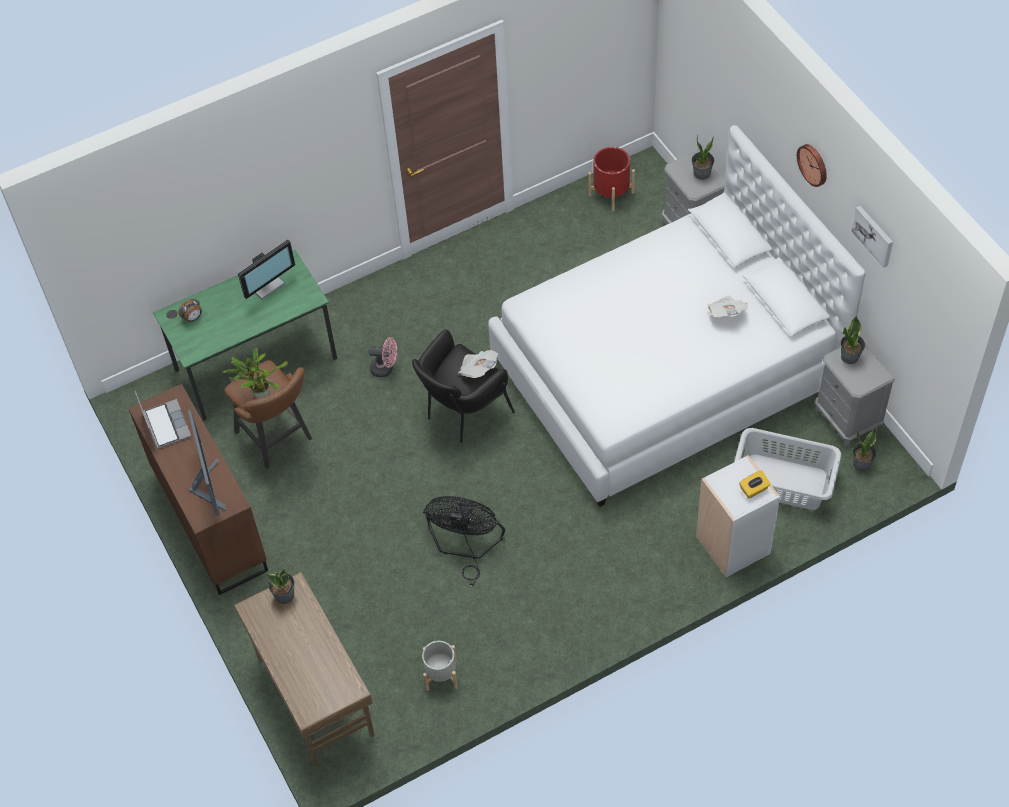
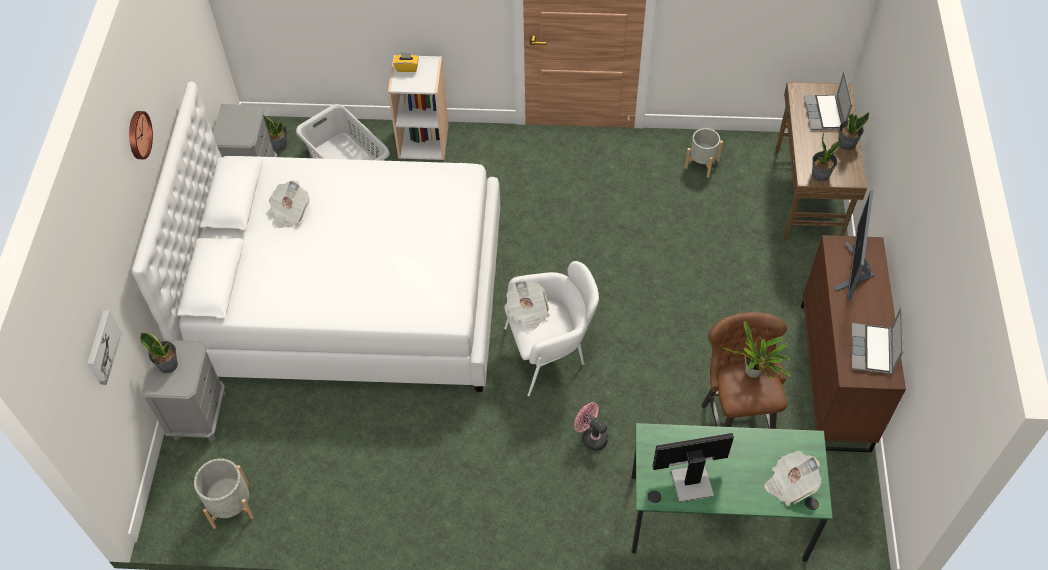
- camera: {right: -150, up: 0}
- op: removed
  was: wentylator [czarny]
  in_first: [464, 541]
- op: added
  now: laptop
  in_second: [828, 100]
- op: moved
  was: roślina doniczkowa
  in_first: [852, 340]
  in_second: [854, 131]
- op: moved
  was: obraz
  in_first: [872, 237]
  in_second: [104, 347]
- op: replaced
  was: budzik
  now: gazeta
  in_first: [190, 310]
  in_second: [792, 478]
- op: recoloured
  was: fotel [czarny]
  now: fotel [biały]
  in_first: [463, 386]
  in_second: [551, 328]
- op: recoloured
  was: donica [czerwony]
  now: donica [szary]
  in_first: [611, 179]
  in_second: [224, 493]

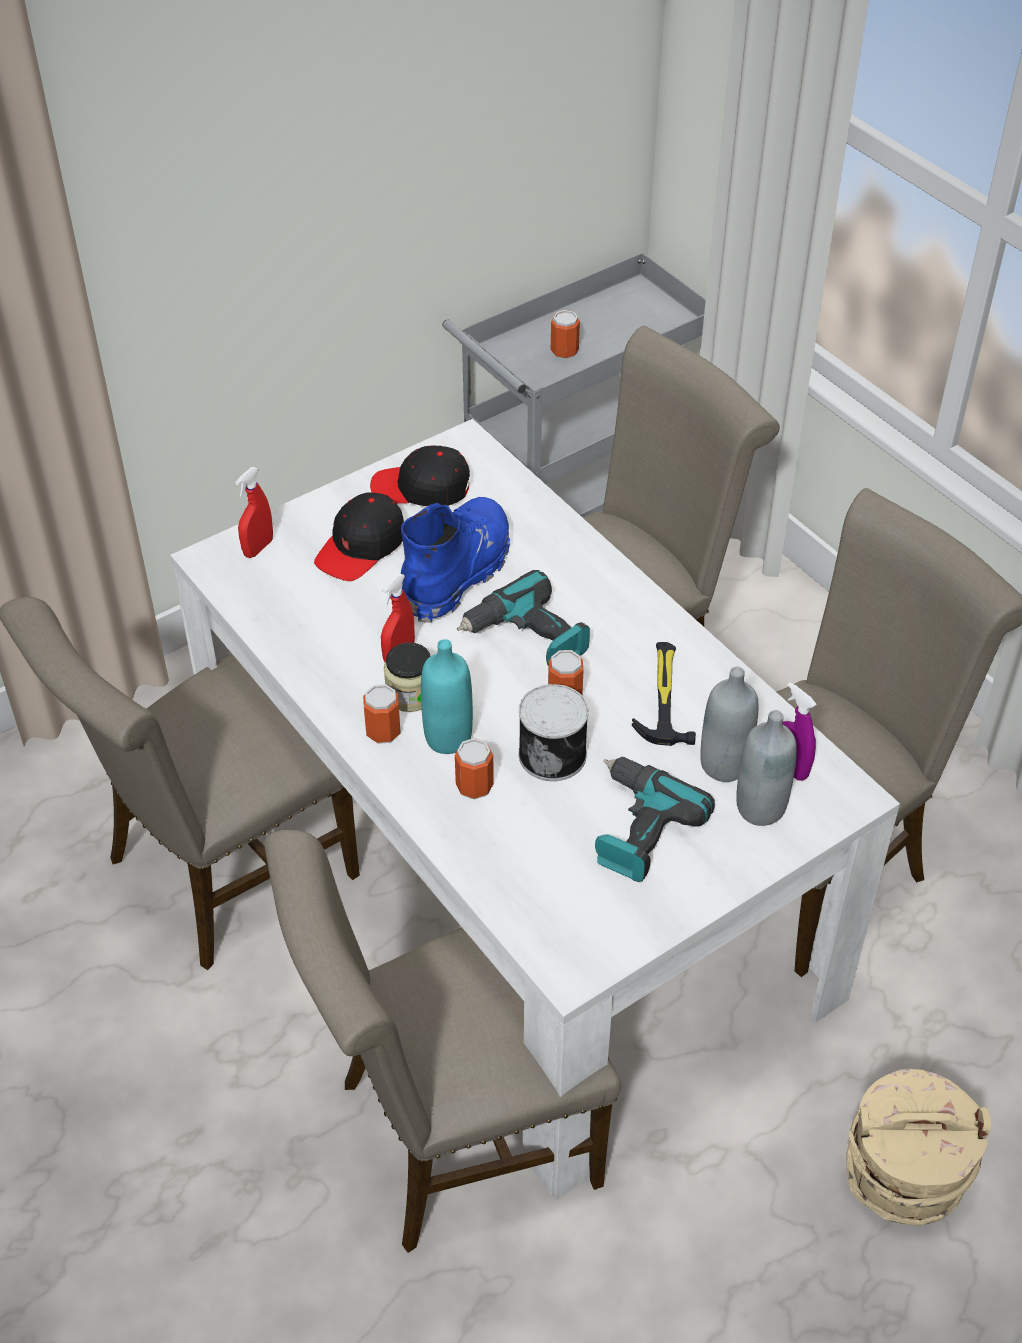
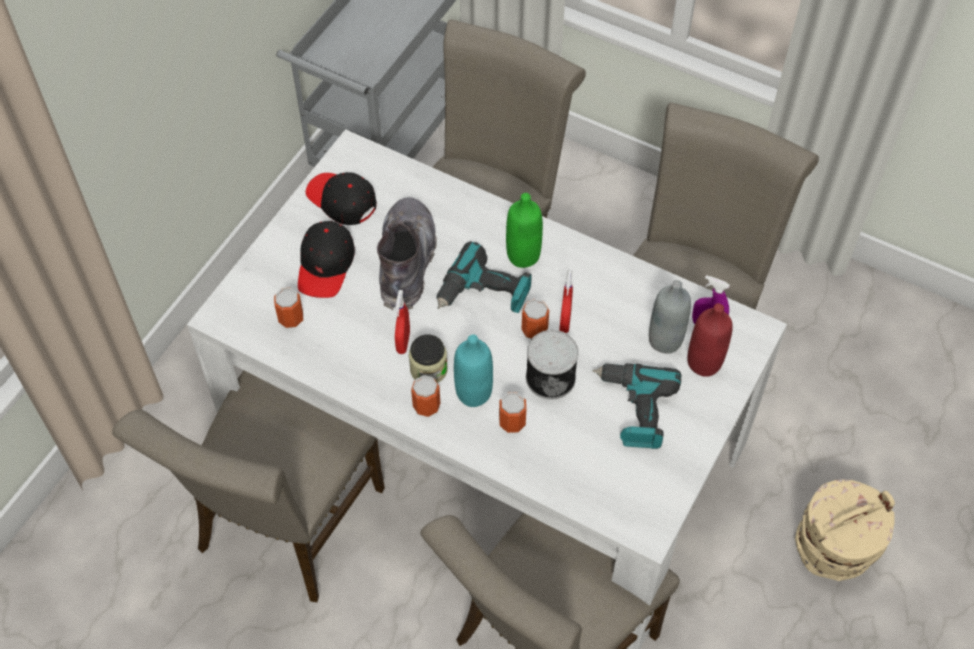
- camera: {right: -25, up: 10}
- op: removed
  was: młotek
  in_first: [664, 694]
- op: added
  now: butelka [zielony]
  in_second: [524, 230]
- op: moved
  was: spryskiwacz [czerwony]
  in_first: [254, 512]
  in_second: [566, 301]
- op: moved
  was: puszka
  in_first: [565, 334]
  in_second: [288, 307]
- op: recoloured
  was: but z cholewką [niebieski]
  now: but z cholewką [szary]
  in_first: [455, 560]
  in_second: [407, 253]
- op: recoloured
  was: butelka [szary]
  now: butelka [czerwony]
  in_first: [766, 768]
  in_second: [710, 340]
- op: turned
  was: czapka z daszkiem [czarny]
  in_first: [420, 475]
  in_second: [341, 198]
  clockwise: 60

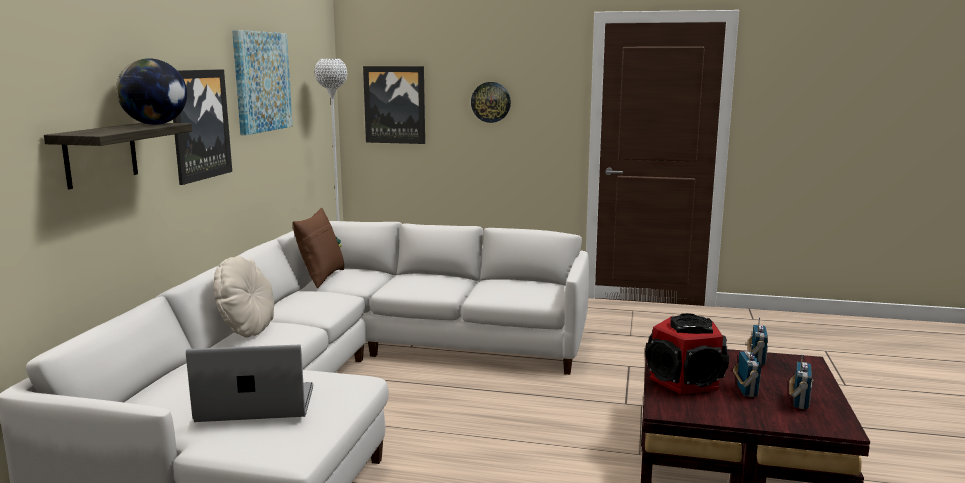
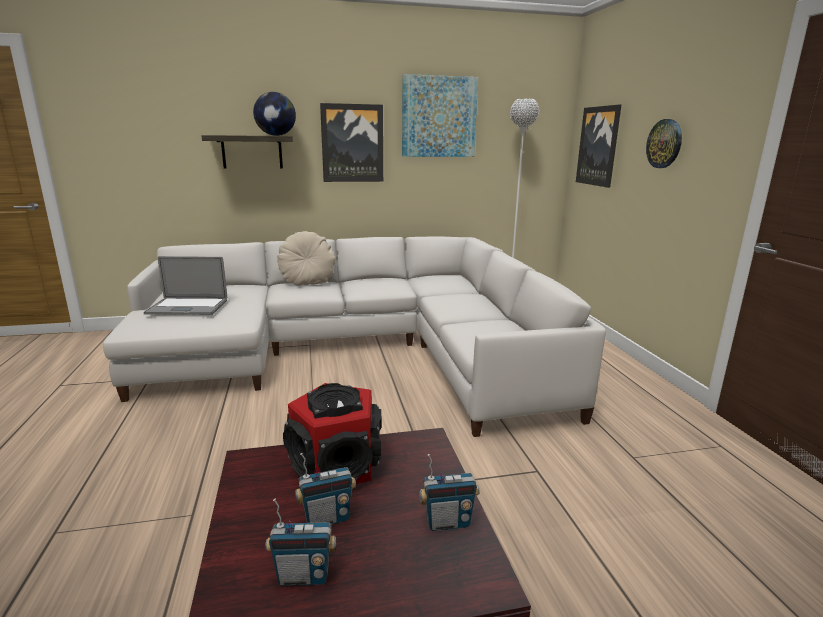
- camera: {right: 65, up: 5}
- op: removed
  was: poduszka [brązowy]
  in_first: [318, 248]
- op: turned
  was: laptop
  in_first: [249, 383]
  in_second: [185, 285]
  clockwise: 120

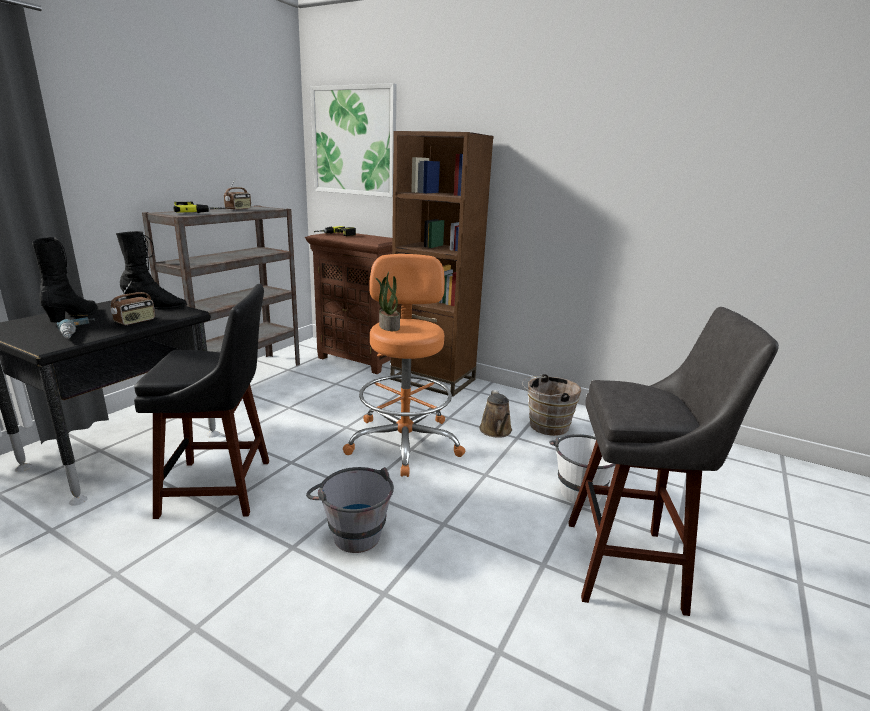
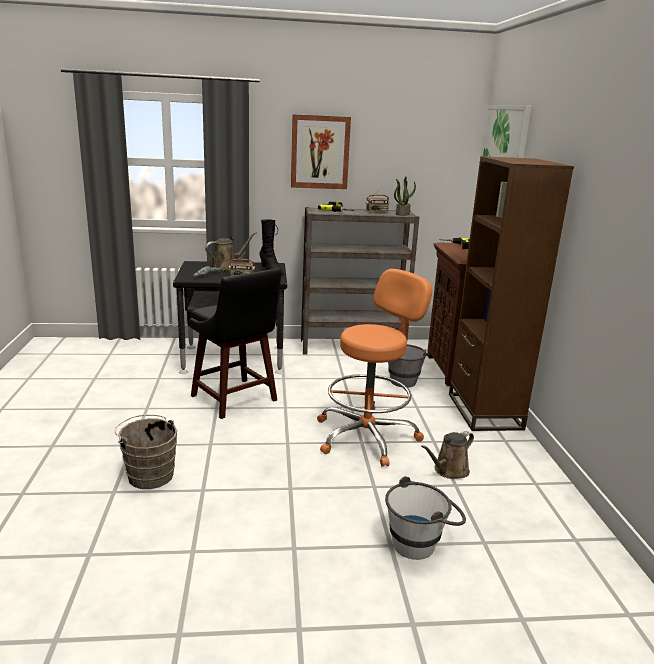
- camera: {right: 55, up: 0}
- op: removed
  was: stołek [szary]
  in_first: [673, 461]
- op: added
  now: obraz
  in_second: [321, 151]
- op: moved
  was: wiadro [szary]
  in_first: [350, 510]
  in_second: [409, 366]
- op: moved
  was: roślina doniczkowa
  in_first: [387, 301]
  in_second: [405, 196]
- op: moved
  was: wiadro [brązowy]
  in_first: [551, 405]
  in_second: [146, 452]
- op: replaced
  was: but z cholewką [czarny]
  now: konewka [brązowy]
  in_first: [64, 279]
  in_second: [231, 251]

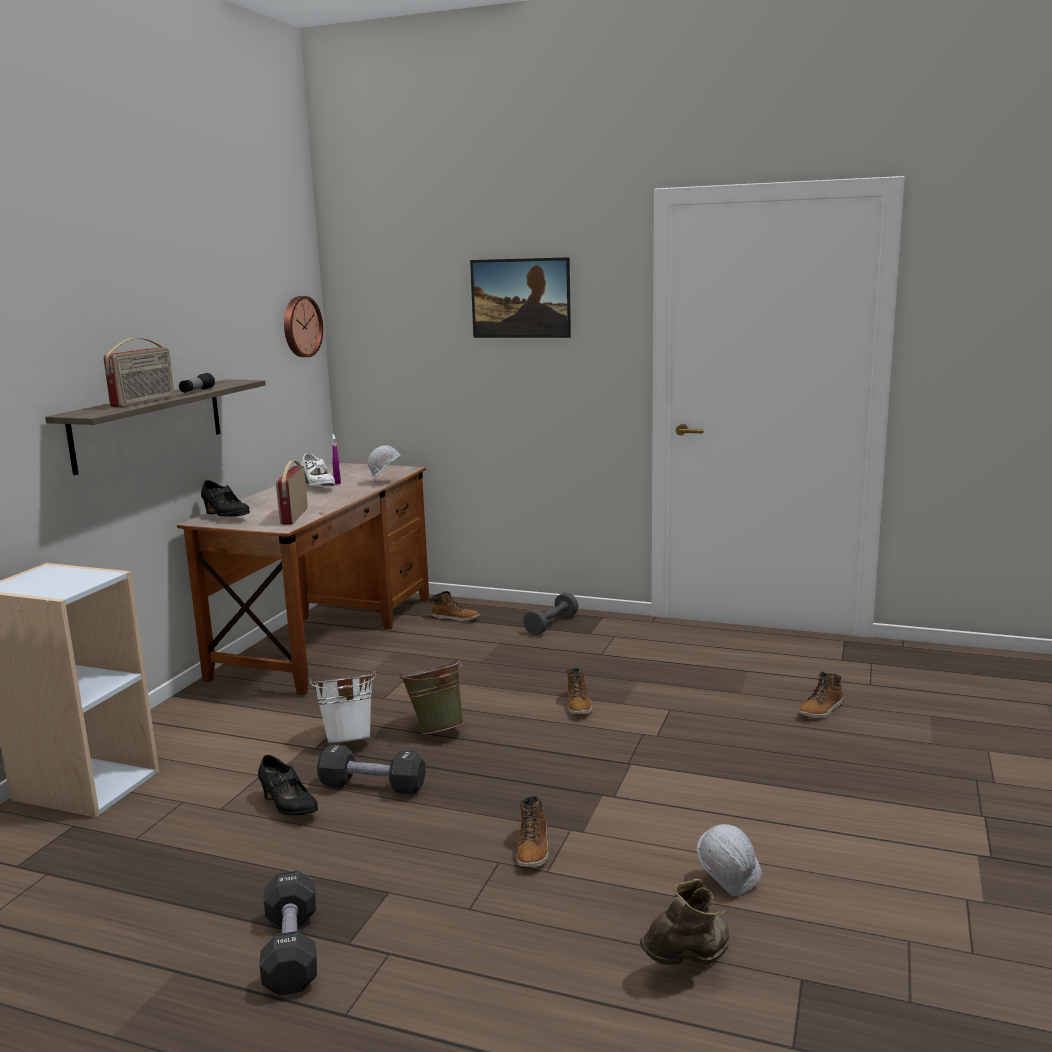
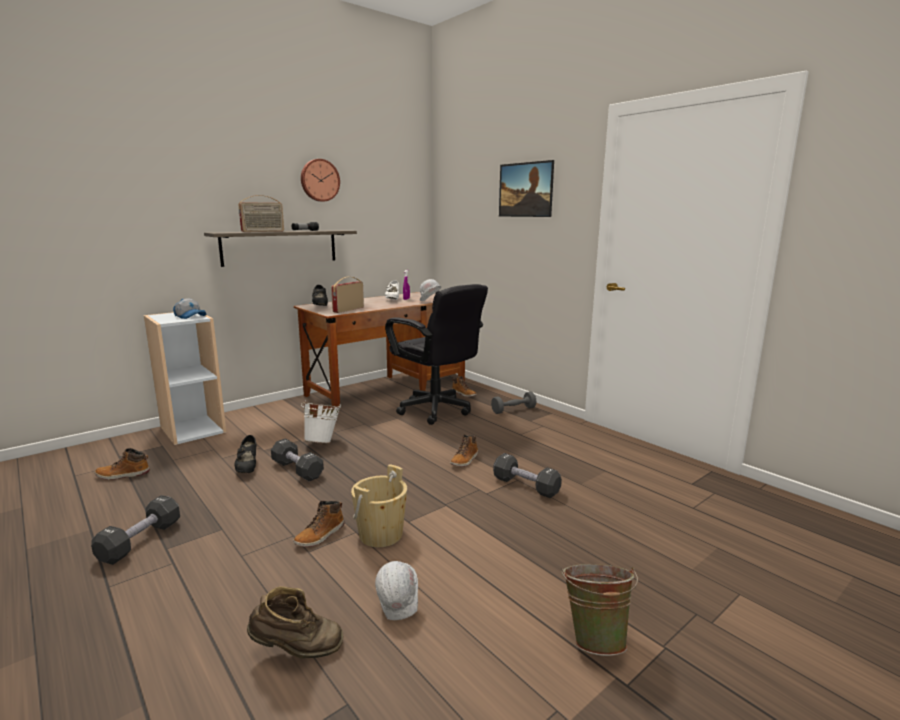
- camera: {right: 30, up: 0}
- op: added
  now: czapka z daszkiem
  in_second: [190, 308]
- op: added
  now: wiadro [beżowy]
  in_second: [379, 505]
- op: added
  now: krzesło biurowe [czarny]
  in_second: [436, 354]
- op: added
  now: hantel [czarny]
  in_second: [527, 475]
- op: moved
  was: zegar ścienny
  in_first: [303, 326]
  in_second: [320, 180]
- op: moved
  was: wiadro [zielony]
  in_first: [431, 696]
  in_second: [599, 610]
- op: moved
  was: but z cholewką
  in_first: [820, 695]
  in_second: [122, 464]

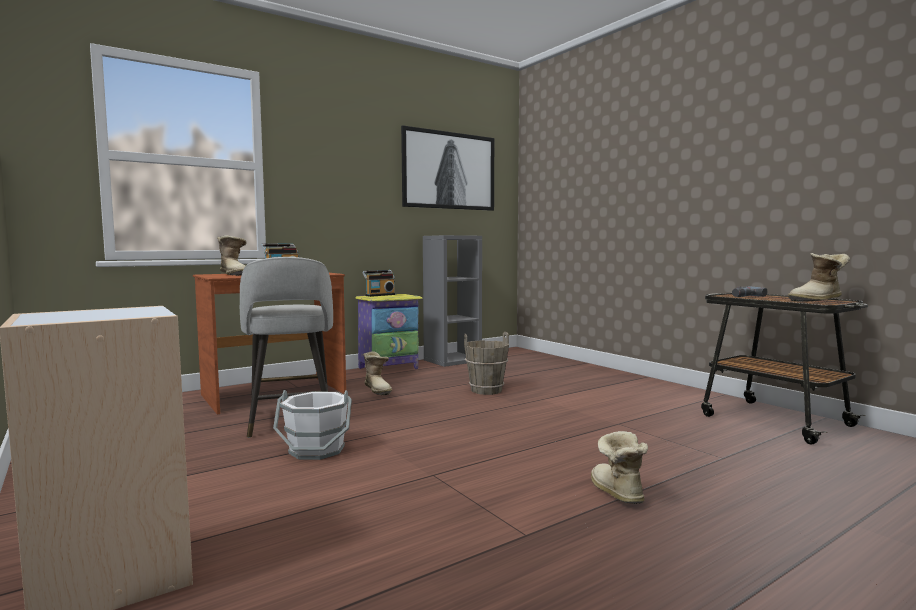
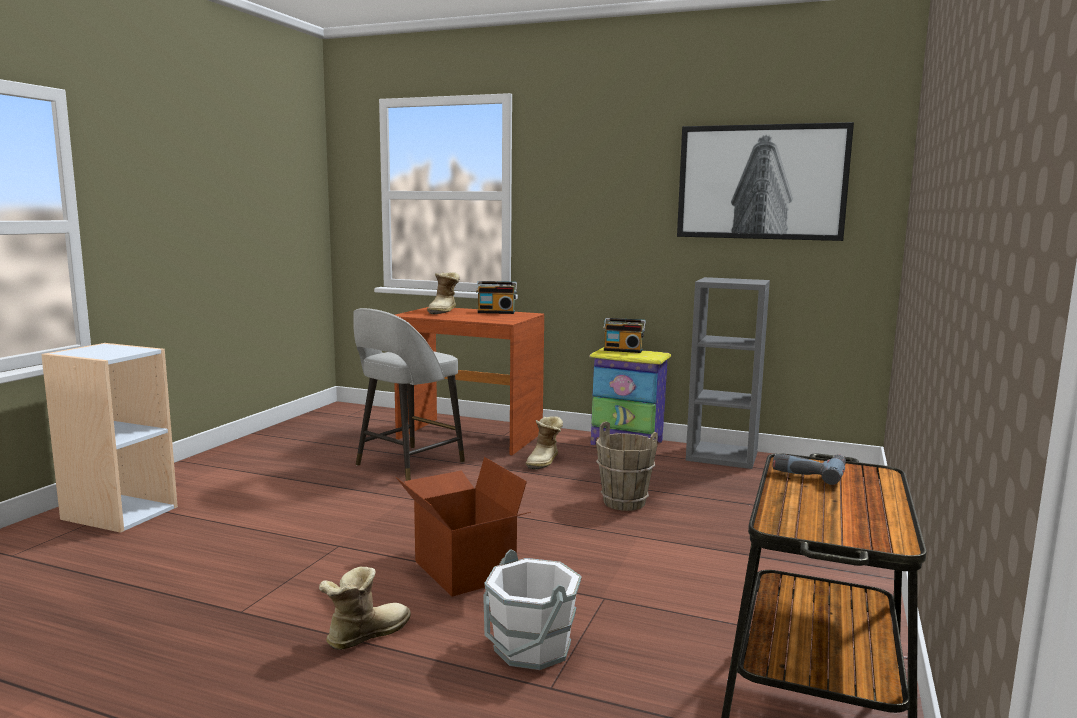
- camera: {right: 55, up: 5}
- op: removed
  was: but z cholewką
  in_first: [819, 277]
- op: added
  now: karton
  in_second: [463, 527]
- op: moved
  was: wiadro [biały]
  in_first: [312, 425]
  in_second: [532, 609]

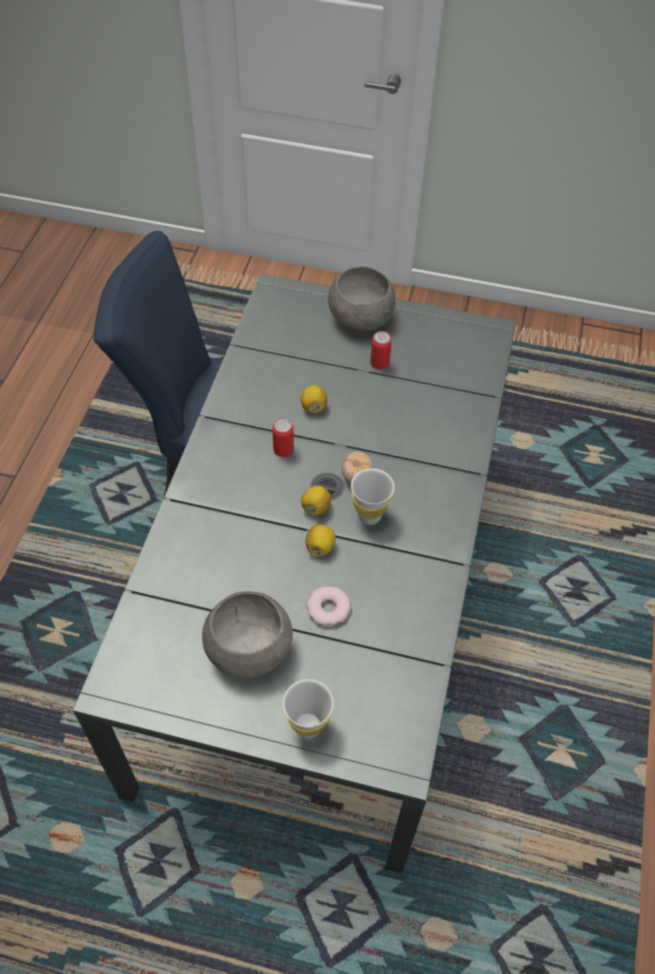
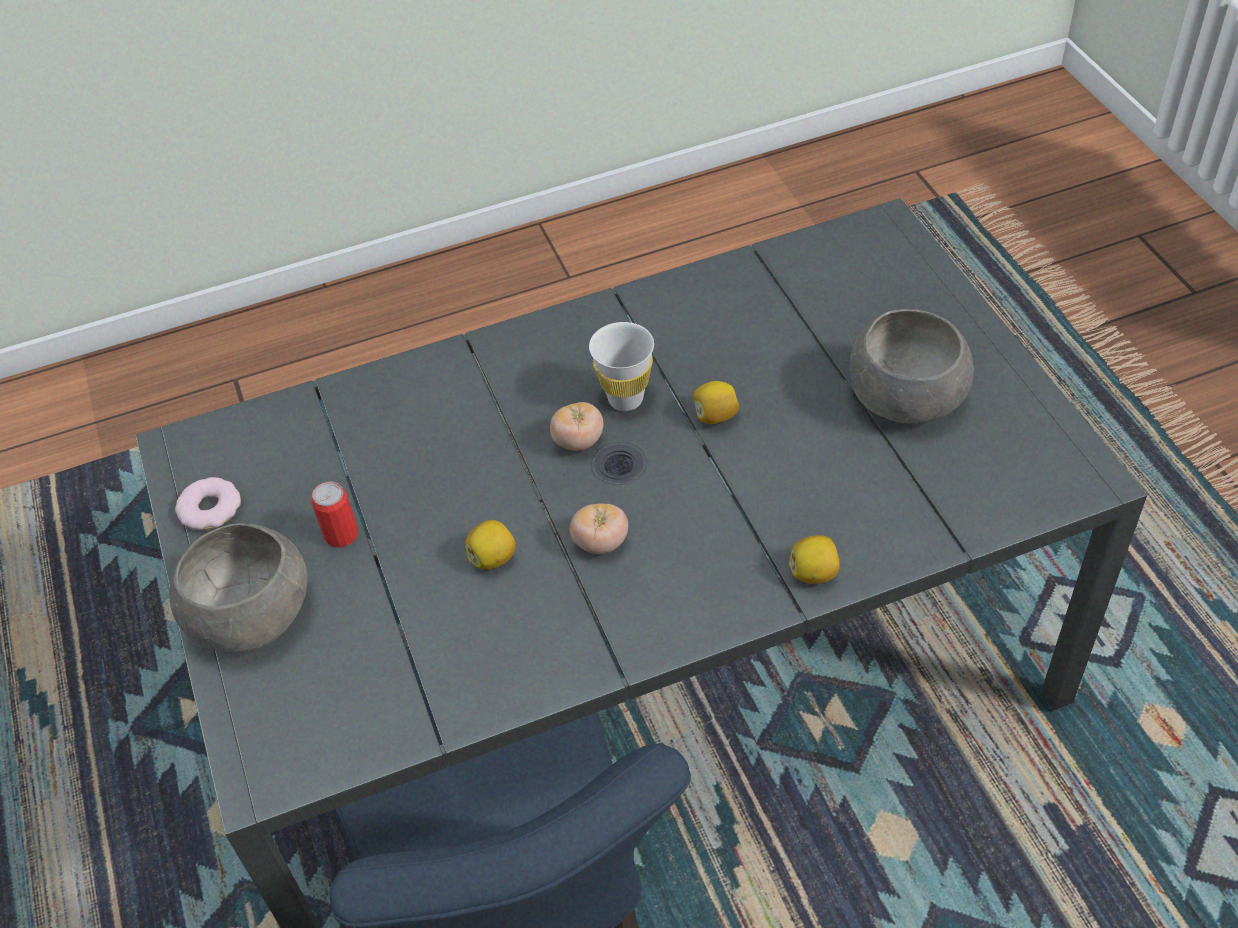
- camera: {right: -120, up: -5}
- op: removed
  was: filiżanka [biały]
  in_first: [308, 709]
- op: moved
  was: cytryna
  in_first: [316, 501]
  in_second: [814, 559]
- op: moved
  was: donut
  in_first: [328, 605]
  in_second: [208, 503]
- op: replaced
  was: puszka
  now: pomidor
  in_first: [283, 437]
  in_second: [599, 528]

